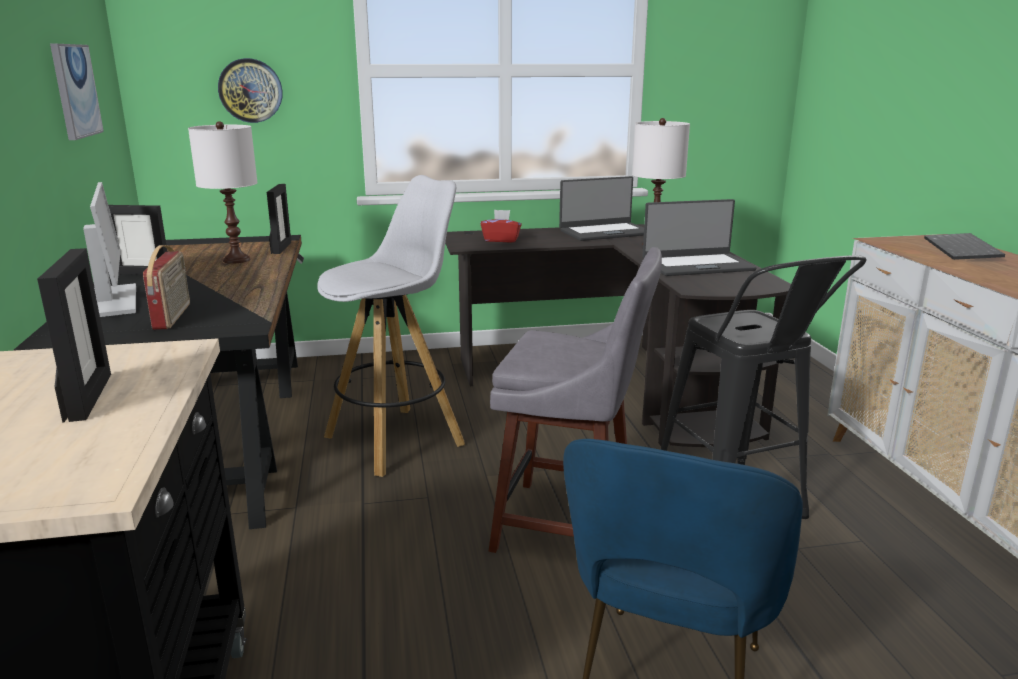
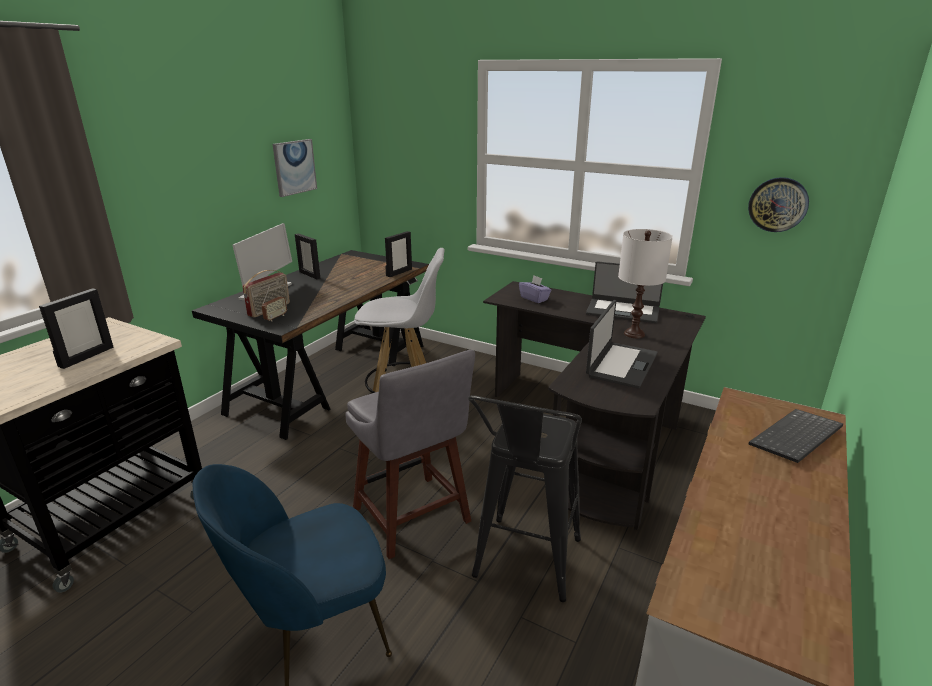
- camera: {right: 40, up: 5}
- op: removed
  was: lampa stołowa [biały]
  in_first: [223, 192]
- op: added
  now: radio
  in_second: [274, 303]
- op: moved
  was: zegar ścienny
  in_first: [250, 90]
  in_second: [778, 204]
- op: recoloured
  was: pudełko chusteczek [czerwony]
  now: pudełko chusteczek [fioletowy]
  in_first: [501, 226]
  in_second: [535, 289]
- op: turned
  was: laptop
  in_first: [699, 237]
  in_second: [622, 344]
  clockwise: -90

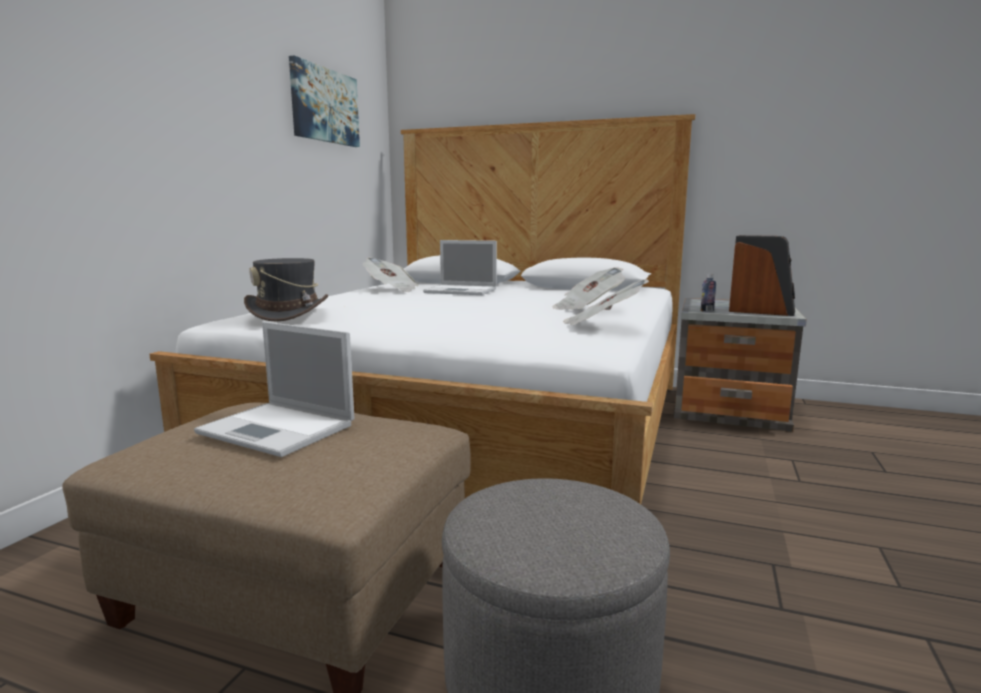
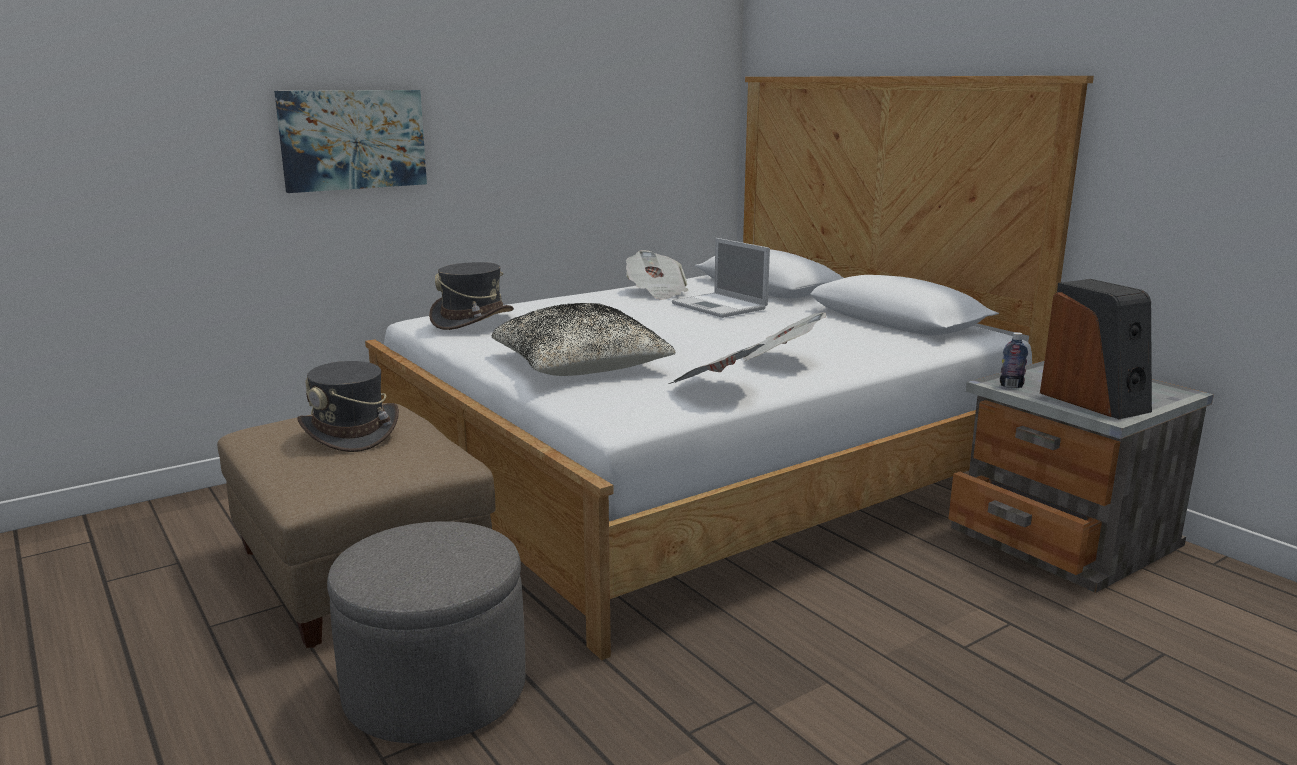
- camera: {right: 35, up: 5}
- op: added
  now: poduszka [beżowy]
  in_second: [583, 339]
- op: moved
  was: obraz
  in_first: [324, 101]
  in_second: [350, 141]
- op: replaced
  was: laptop
  now: kapelusz [szary]
  in_first: [274, 389]
  in_second: [348, 406]

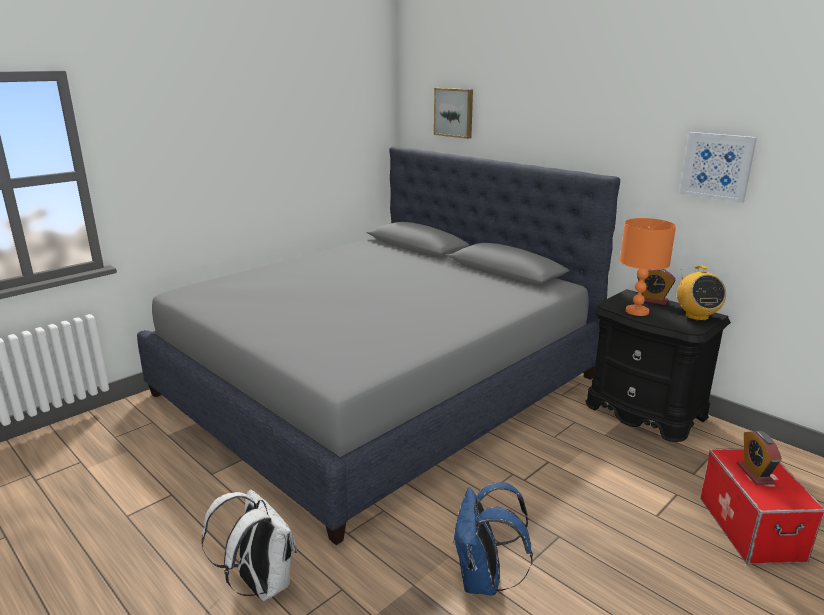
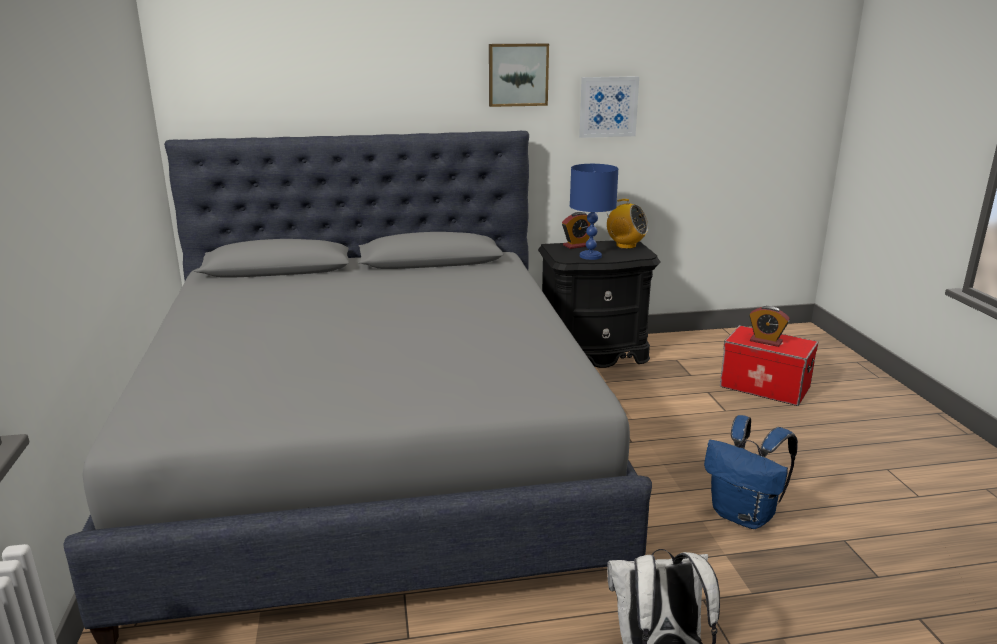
- camera: {right: -55, up: 0}
- op: moved
  was: obraz
  in_first: [453, 113]
  in_second: [519, 75]
- op: recoloured
  was: lampa stołowa [pomarańczowy]
  now: lampa stołowa [niebieski]
  in_first: [648, 267]
  in_second: [594, 212]

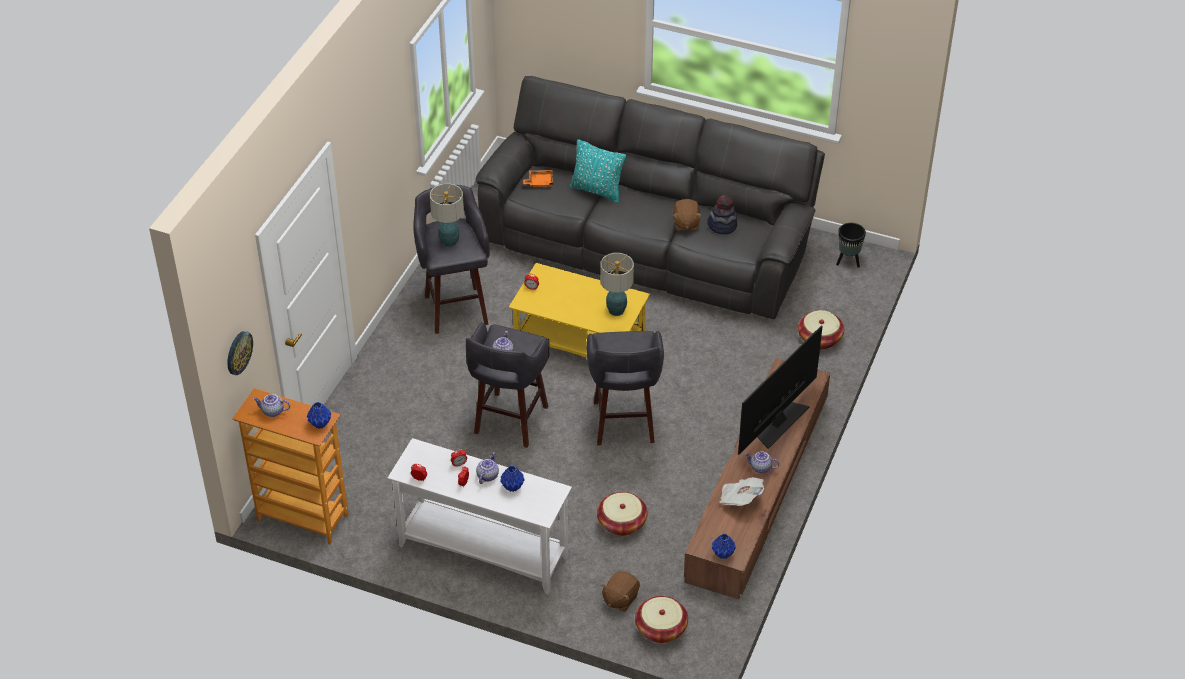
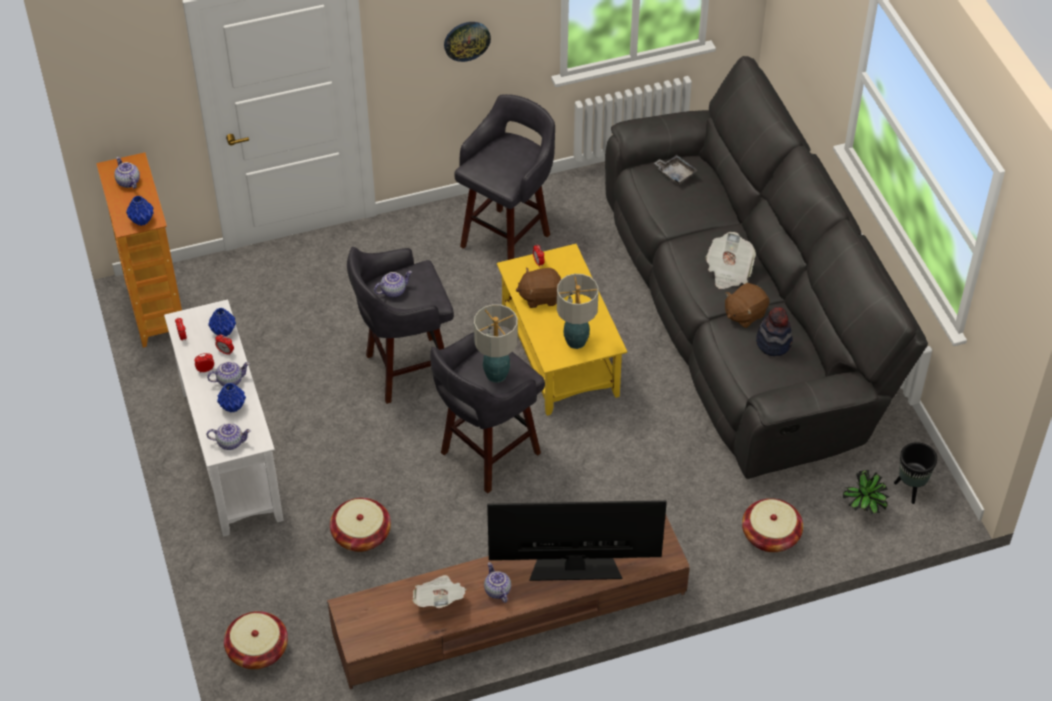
- camera: {right: 50, up: 5}
- op: removed
  was: poduszka [turkusowy]
  in_first: [598, 171]
- op: added
  now: imbryk
  in_second: [229, 436]
- op: added
  now: gazeta
  in_second: [731, 260]
- op: added
  now: roślina doniczkowa
  in_second: [866, 492]
- op: moved
  was: zegar ścienny
  in_first: [240, 353]
  in_second: [467, 42]
- op: moved
  was: lampa stołowa
  in_first: [447, 215]
  in_second: [496, 343]
- op: moved
  was: pluszak [brązowy]
  in_first: [620, 591]
  in_second: [538, 287]
- op: moved
  was: wazon [niebieski]
  in_first: [724, 546]
  in_second: [222, 322]
- op: recoloured
  was: taca [pomarańczowy]
  now: taca [szary]
  in_first: [538, 178]
  in_second: [675, 170]

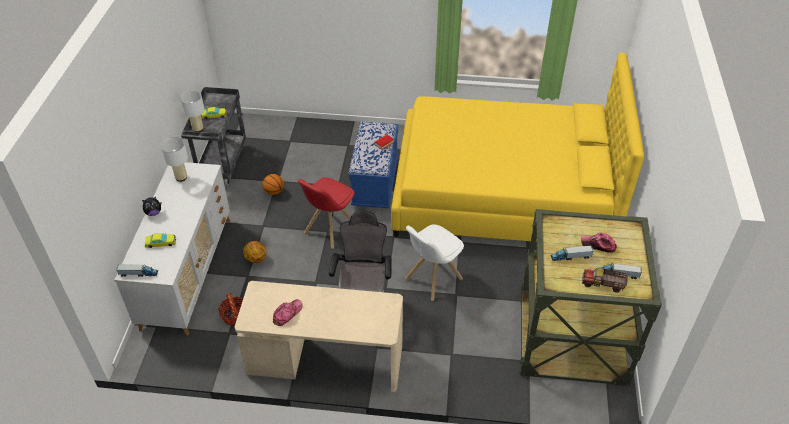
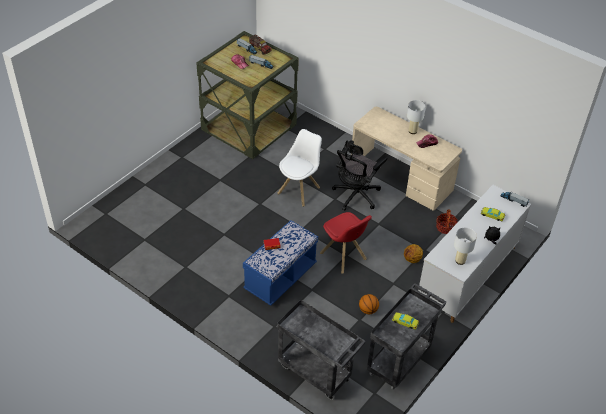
- camera: {right: -150, up: 0}
- op: removed
  was: łóżko [żółty]
  in_first: [517, 147]
- op: added
  now: wózek [szary]
  in_second: [321, 350]
- op: moved
  was: lampa stołowa [biały]
  in_first: [192, 110]
  in_second: [416, 117]
- op: turned
  was: krzesło [czerwony]
  in_first: [326, 213]
  in_second: [346, 243]
  clockwise: 75
- op: turned
  was: krzesło [biały]
  in_first: [434, 262]
  in_second: [300, 168]
  clockwise: -45

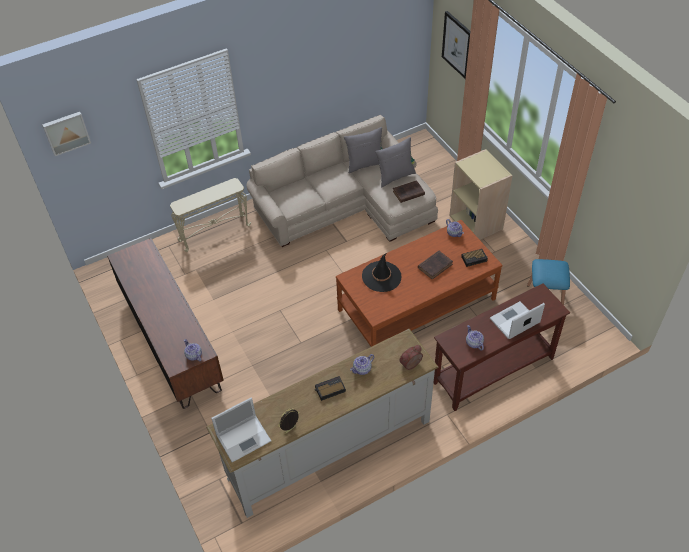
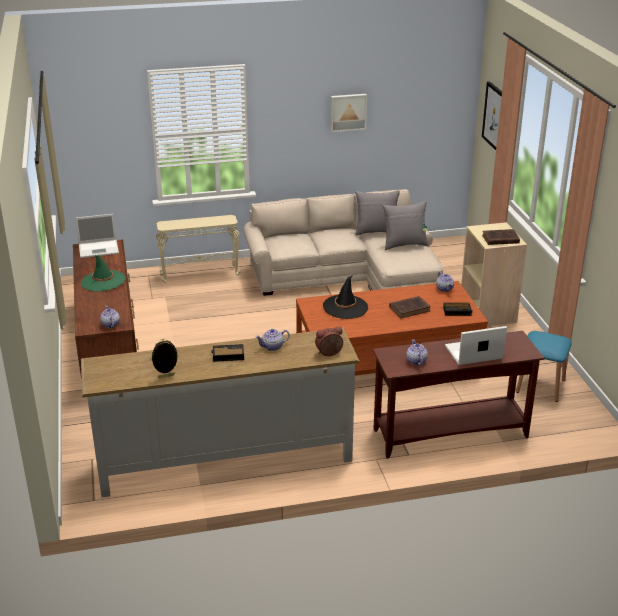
- camera: {right: 15, up: -20}
- op: added
  now: kapelusz [zielony]
  in_second: [103, 273]
- op: moved
  was: obraz
  in_first: [66, 134]
  in_second: [348, 113]
- op: moved
  was: laptop
  in_first: [241, 429]
  in_second: [97, 236]
- op: moved
  was: książka [brązowy]
  in_first: [409, 191]
  in_second: [501, 237]

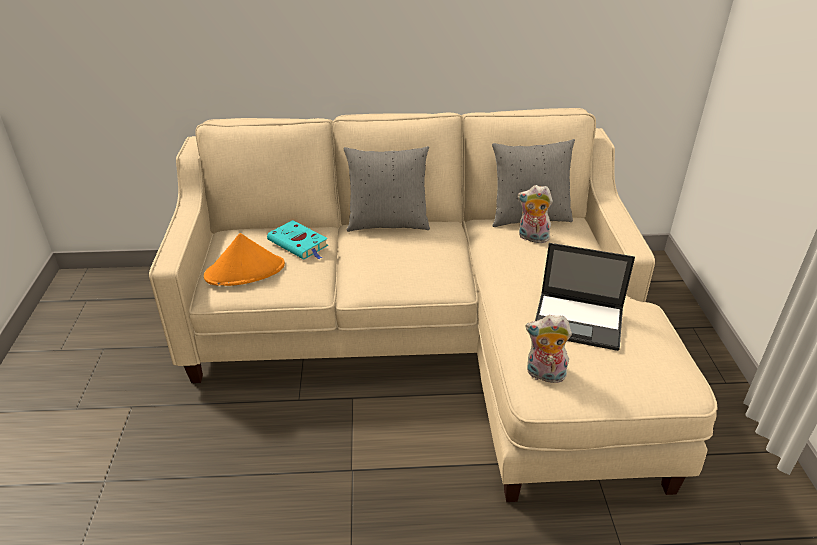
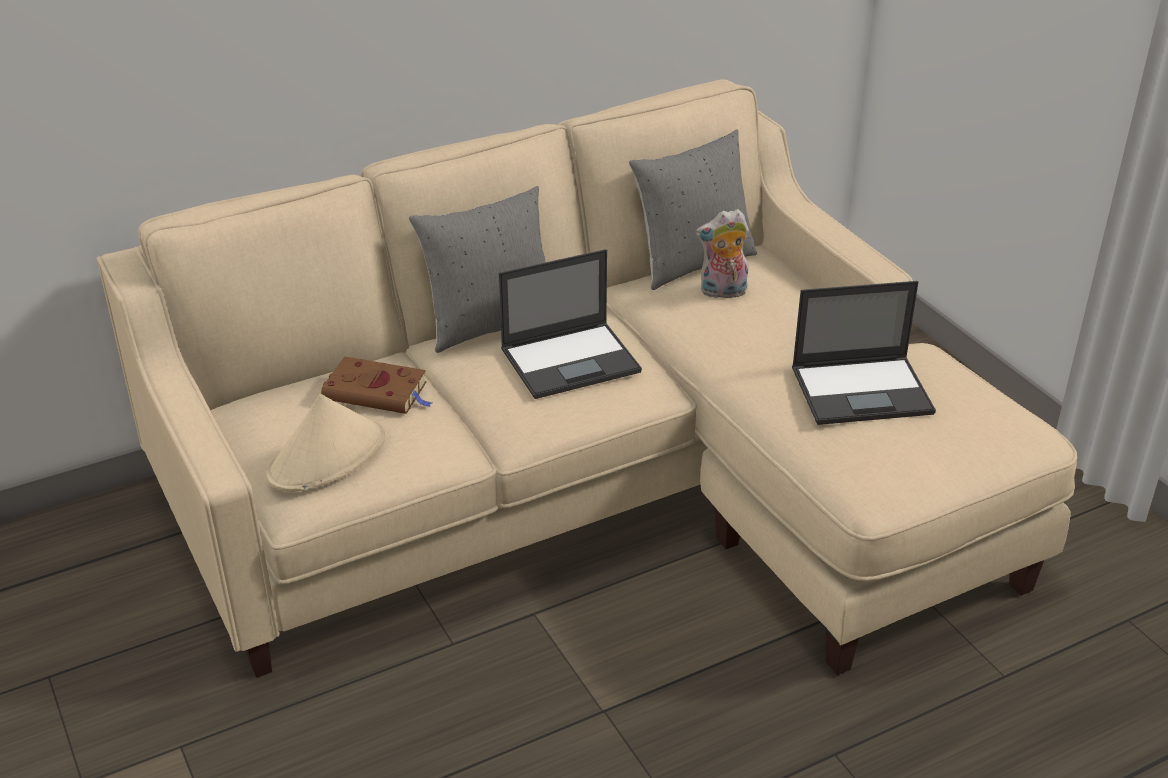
- camera: {right: -25, up: 0}
- op: removed
  was: pluszak
  in_first: [549, 349]
- op: added
  now: laptop
  in_second: [570, 324]
- op: recoloured
  was: kapelusz [pomarańczowy]
  now: kapelusz [beżowy]
  in_first: [244, 259]
  in_second: [325, 443]
- op: recoloured
  was: książka [turkusowy]
  now: książka [brązowy]
  in_first: [297, 240]
  in_second: [376, 385]

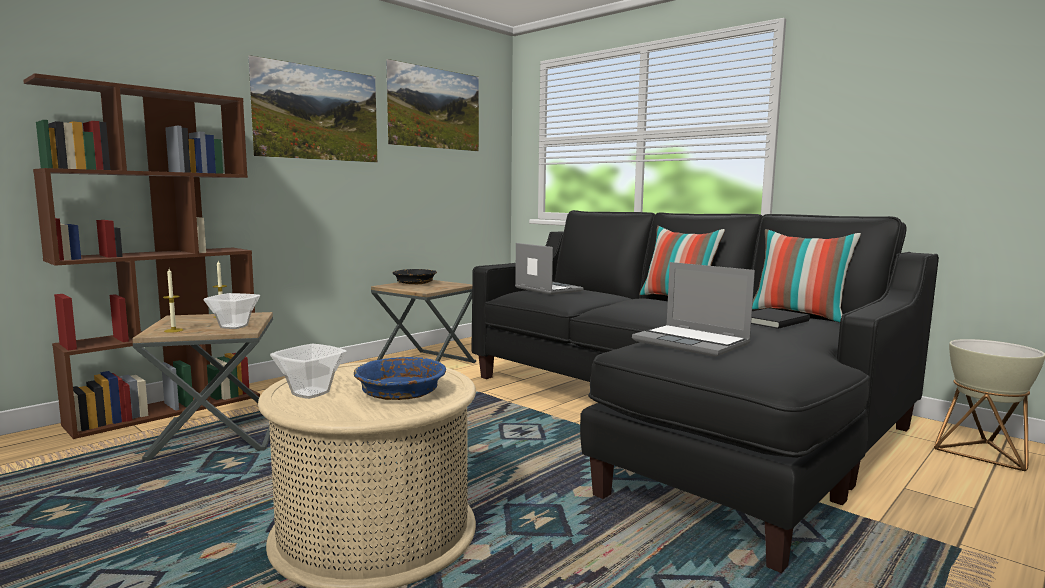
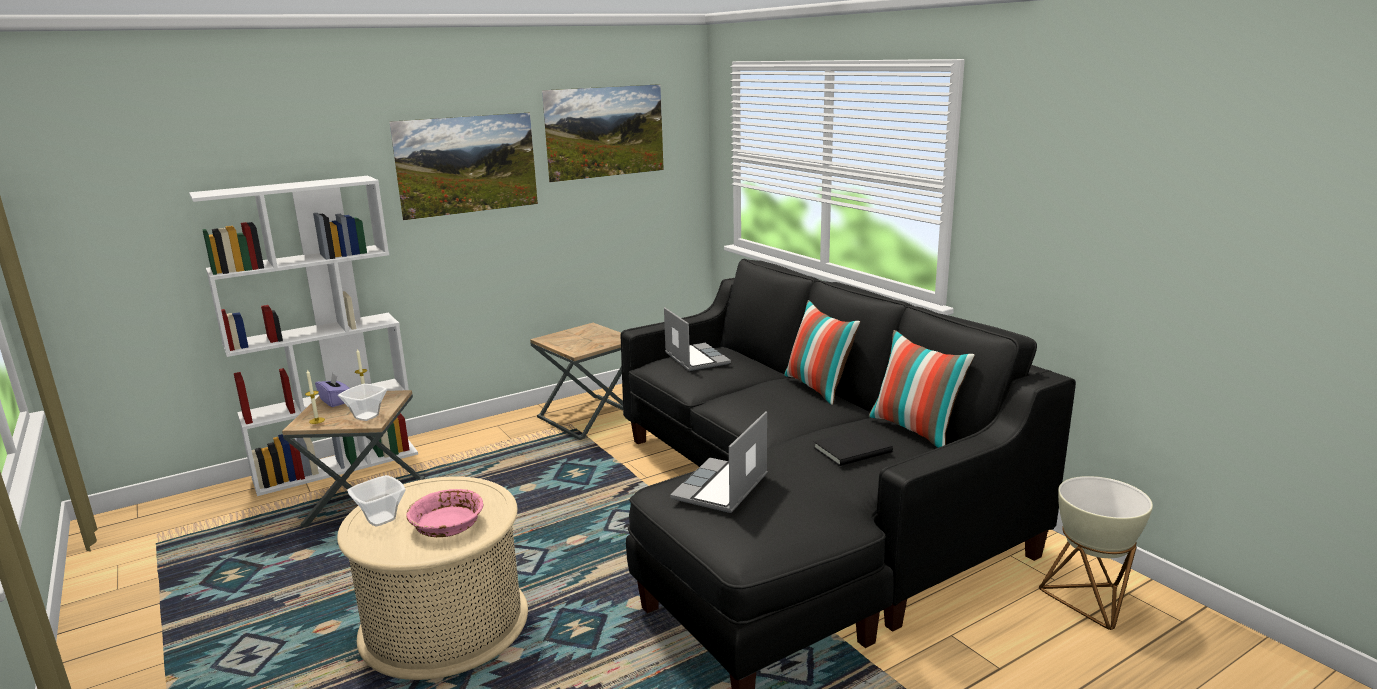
- camera: {right: 15, up: 10}
- op: removed
  was: miska [czarny]
  in_first: [415, 276]
- op: added
  now: pudełko chusteczek [fioletowy]
  in_second: [332, 390]
- op: recoloured
  was: regał [brązowy]
  now: regał [biały]
  in_first: [141, 256]
  in_second: [303, 336]
- op: recoloured
  was: miska [niebieski]
  now: miska [różowy]
  in_first: [400, 378]
  in_second: [444, 513]
- op: turned
  was: laptop
  in_first: [693, 309]
  in_second: [719, 462]
  clockwise: 60

